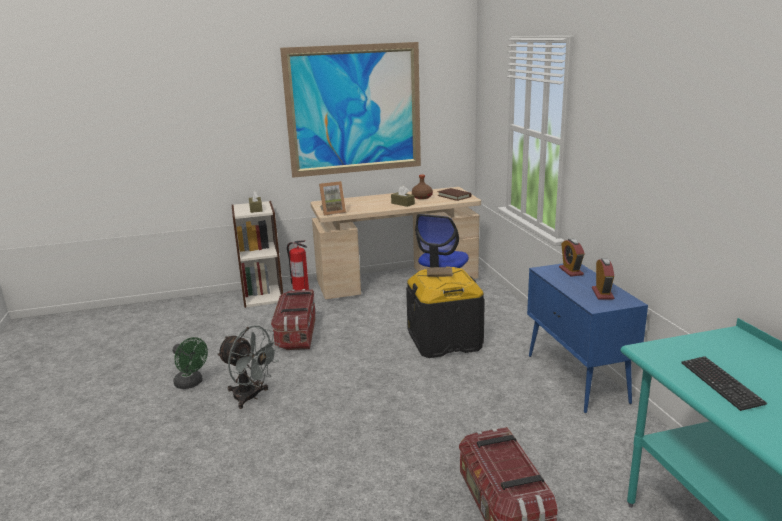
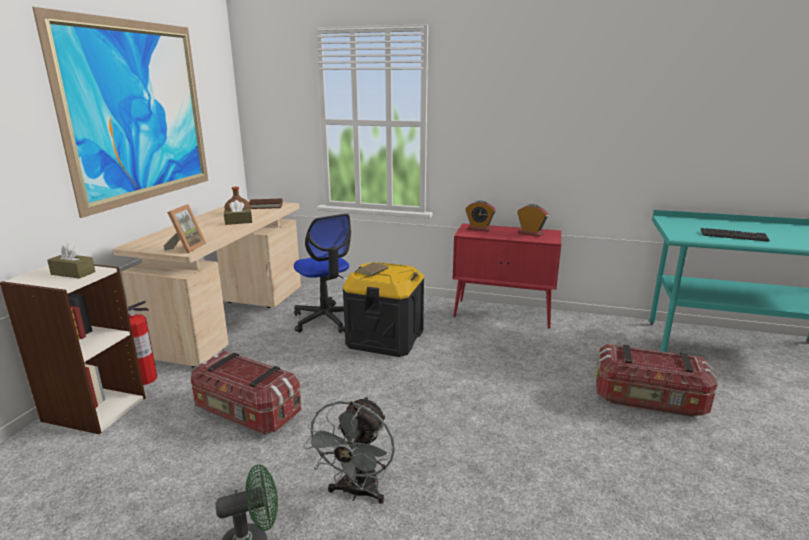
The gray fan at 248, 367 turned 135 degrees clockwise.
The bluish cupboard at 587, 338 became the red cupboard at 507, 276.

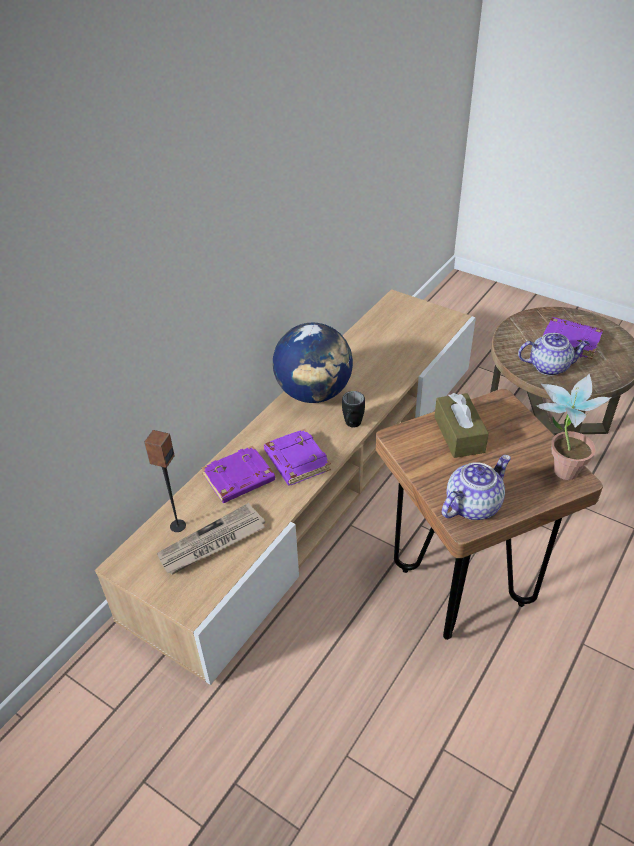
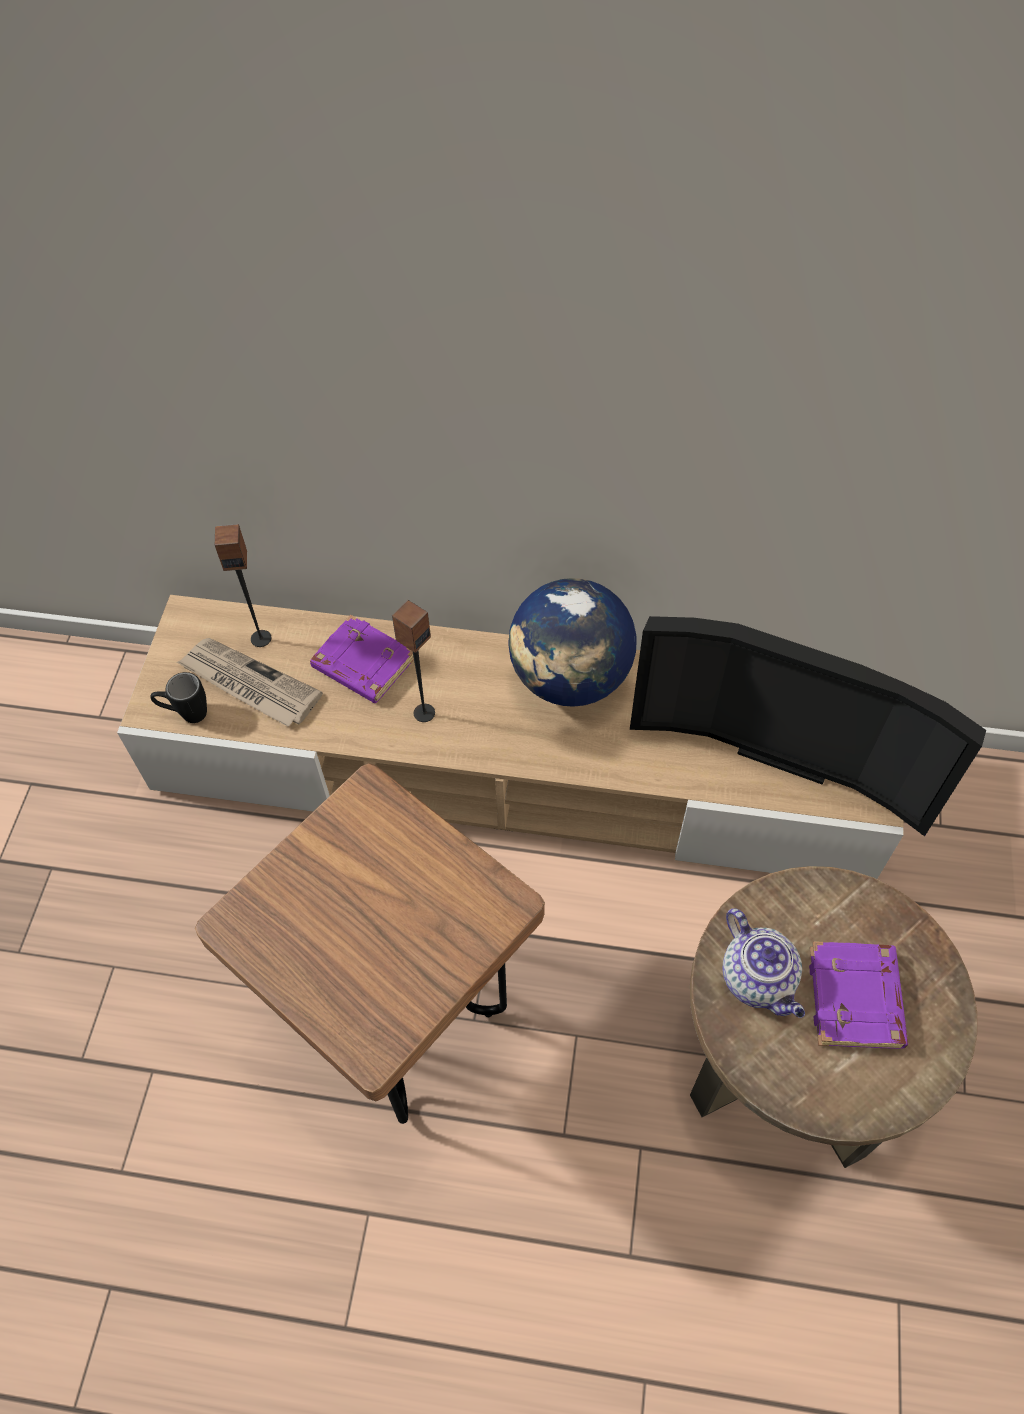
The black tea mug moved from 353, 409 to 178, 697.
The purple book at 297, 457 was replaced by the speaker at 413, 661.
The television at 808, 726 appeared.
The brown box of tissues at 461, 425 disappeared.
The pot for tea at 476, 487 disappeared.
The potted plant at 574, 427 disappeared.

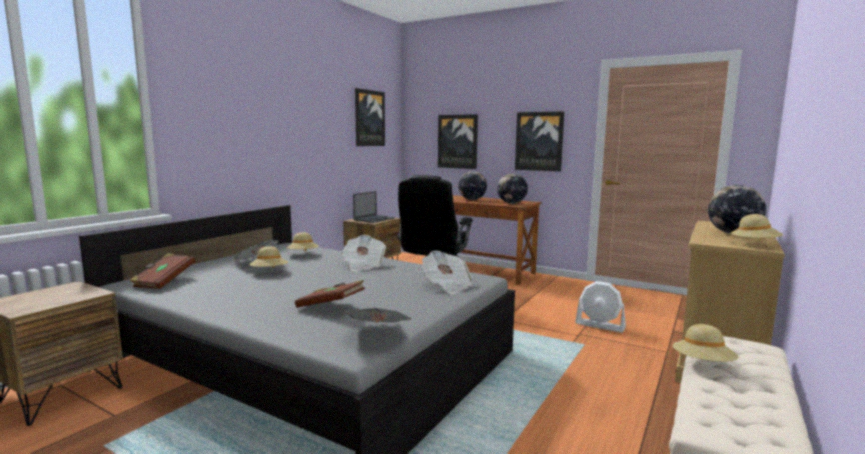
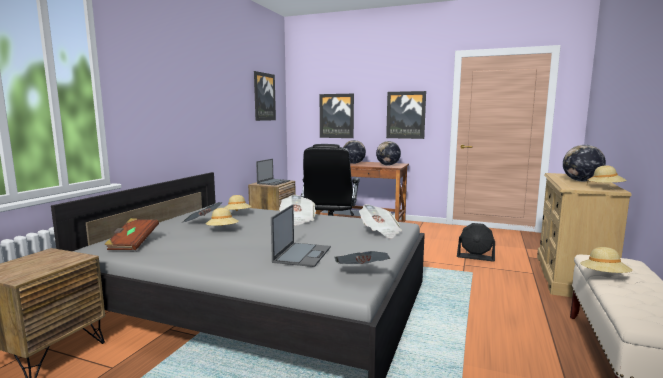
The brown book at 330, 293 was replaced by the laptop at 301, 235.
The whitish fan at 600, 307 became the black fan at 476, 242.

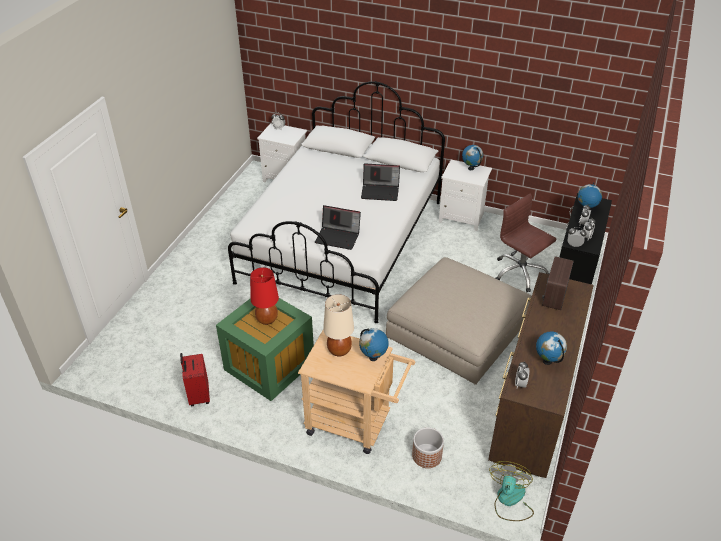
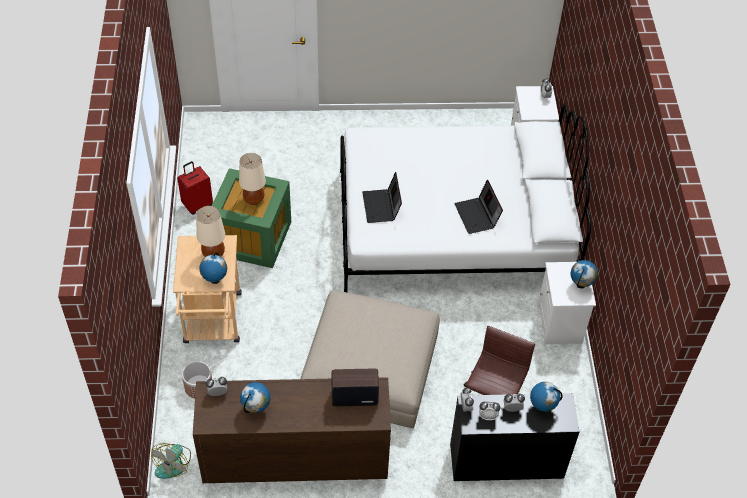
The fan at 511, 491 turned 120 degrees clockwise.
The red lamp for a table at 264, 296 became the beige lamp for a table at 252, 179.

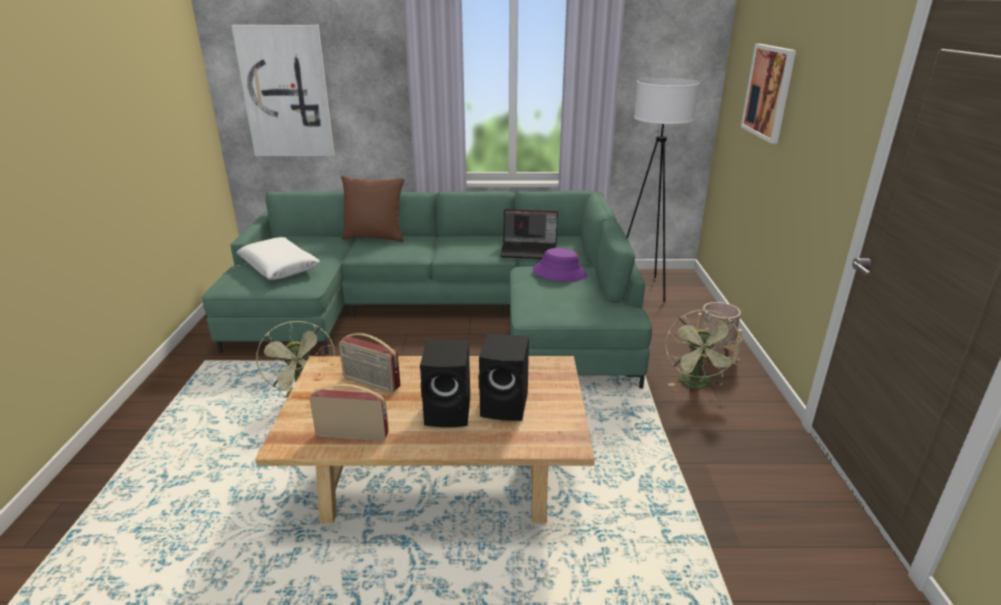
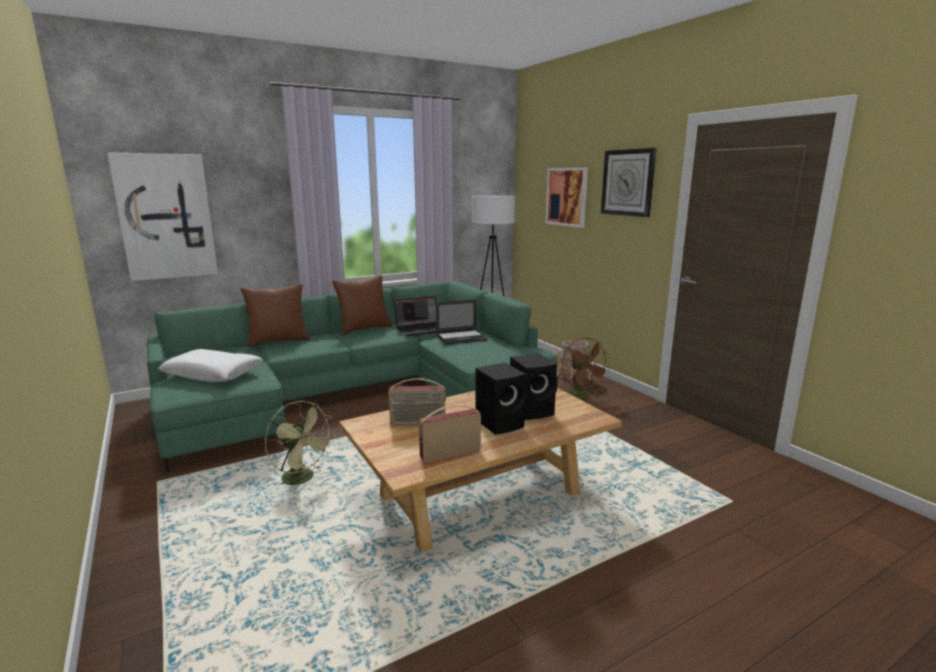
The brown cushion at 362, 305 appeared.
The purple hat at 559, 264 was replaced by the laptop at 461, 322.
The greenish fan at 704, 349 became the brown fan at 586, 367.
The hanging clock at 629, 182 appeared.

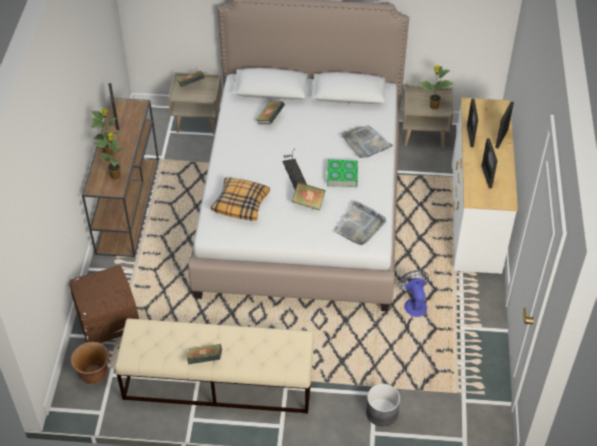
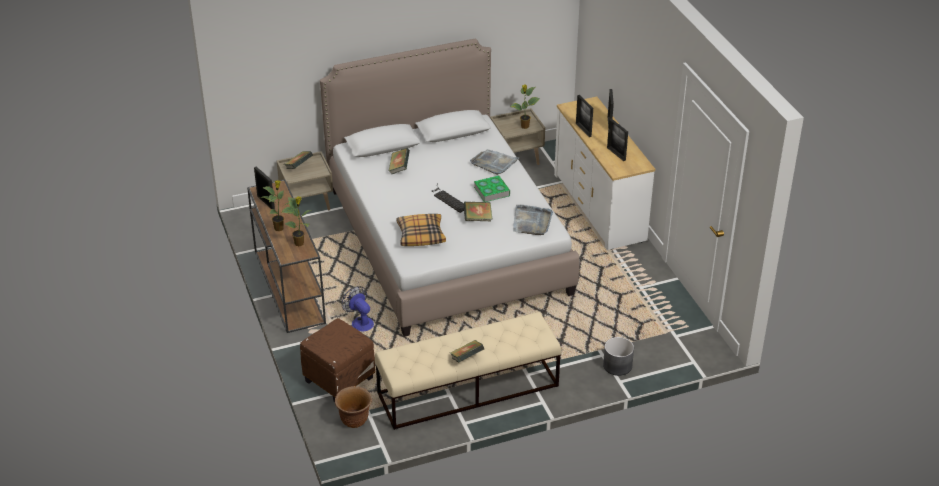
The fan moved from 413, 293 to 358, 308.

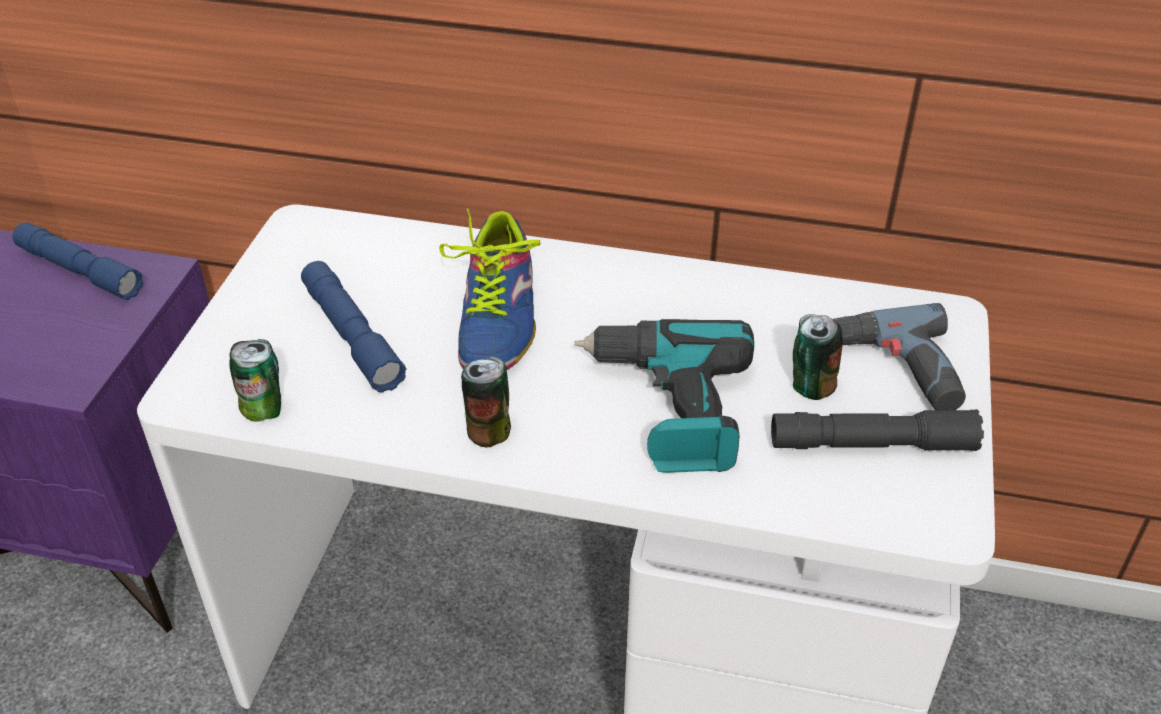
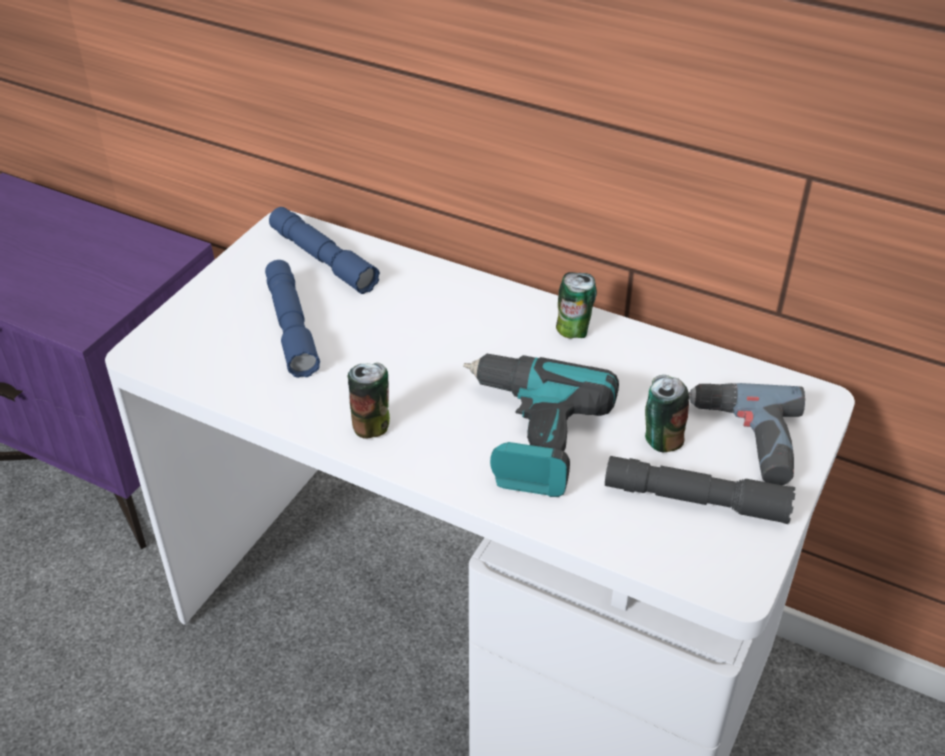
The bluish flashlight moved from 78, 261 to 324, 250.
The sealed can moved from 255, 380 to 576, 305.
The item of footwear at 490, 289 disappeared.

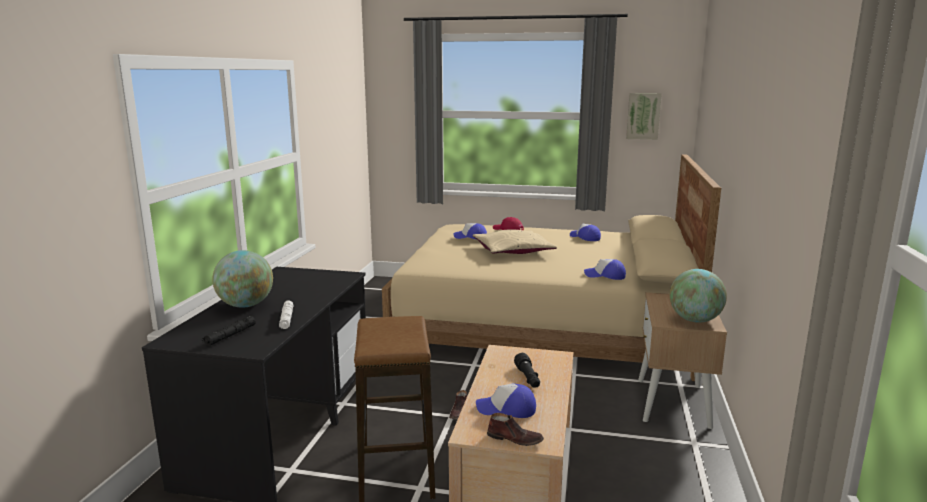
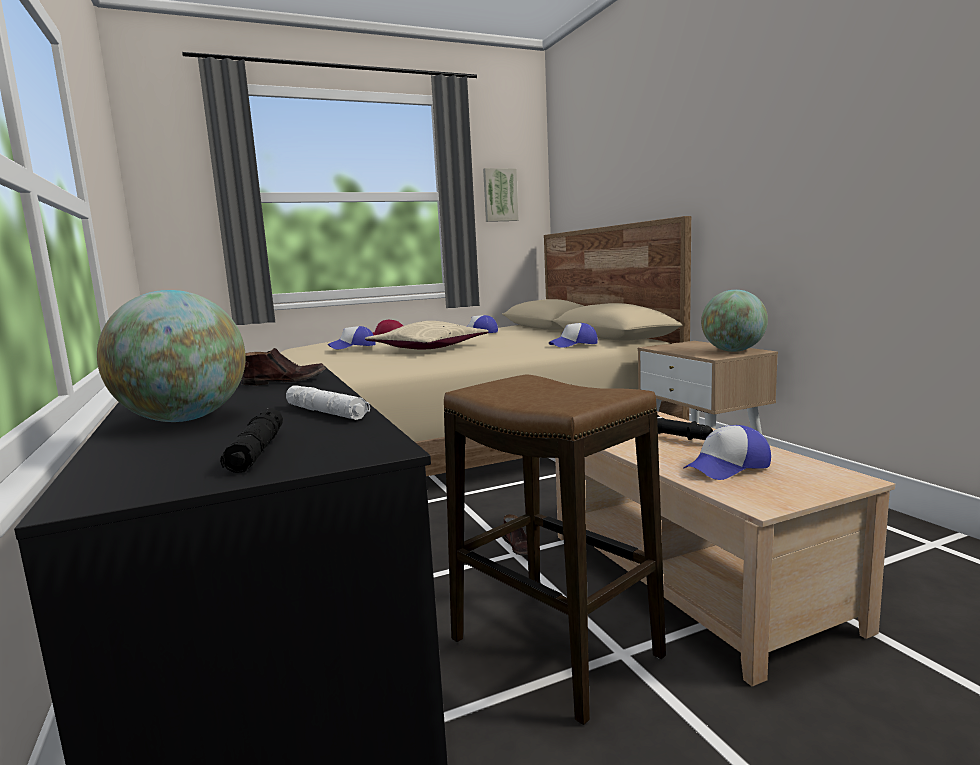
The brown item of footwear moved from 515, 429 to 283, 367.

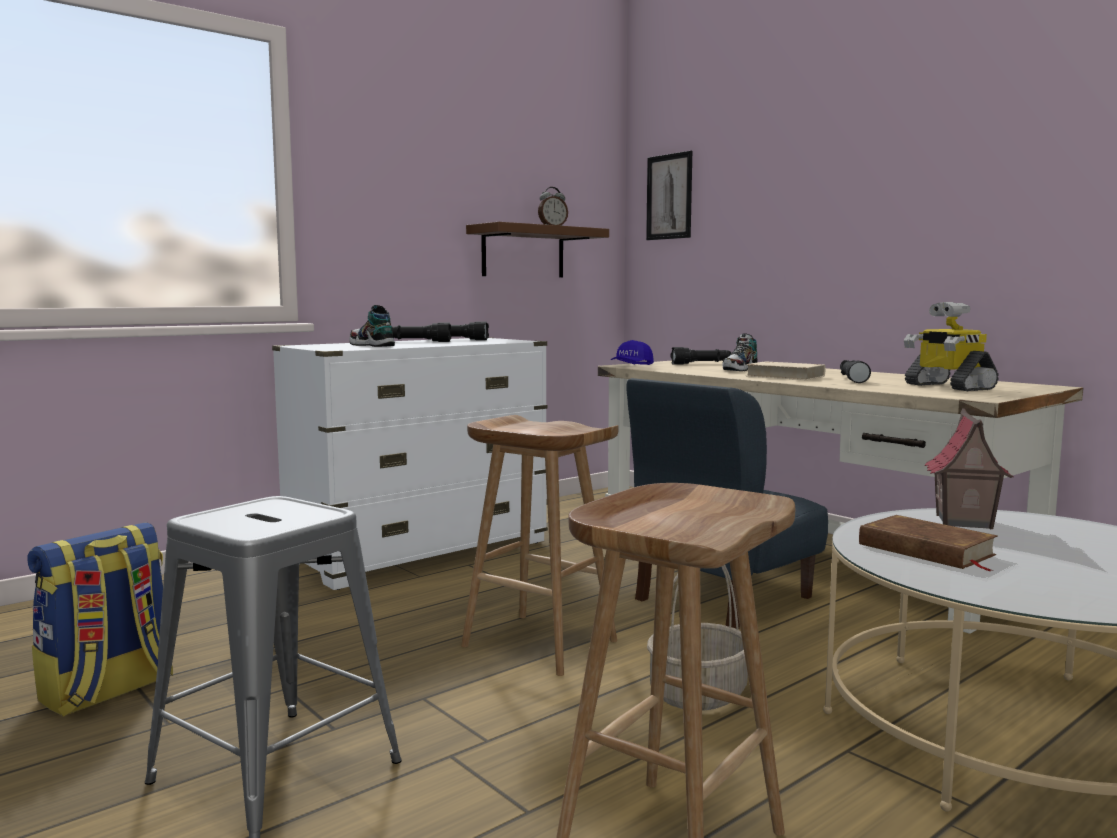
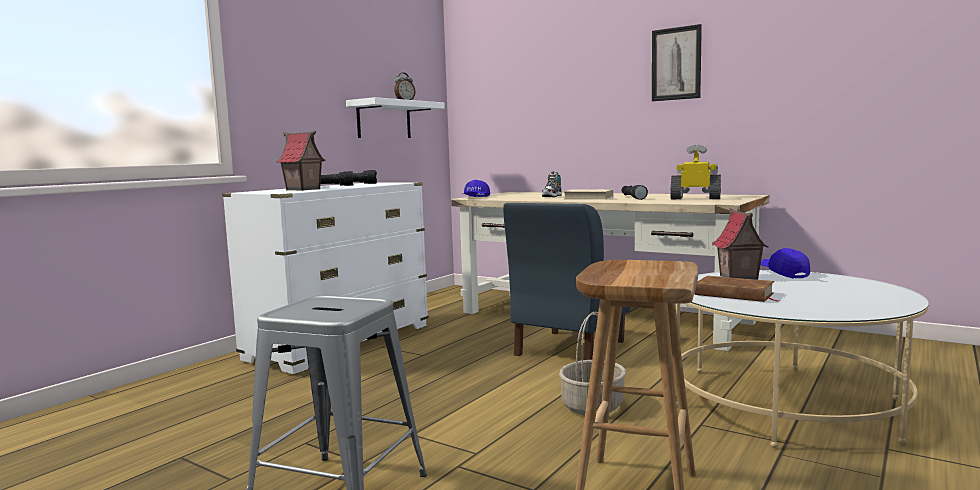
The item of footwear at 372, 326 was replaced by the toy house at 301, 160.
The brown shelf at 537, 249 became the whitish shelf at 395, 117.
The wall picture moved from 669, 195 to 677, 62.
The robot figure at 951, 346 turned 150 degrees clockwise.
The bluish peaked cap at 785, 263 appeared.
The backpack at 100, 619 disappeared.
The brown stool at 540, 545 disappeared.
The black flashlight at 701, 356 disappeared.

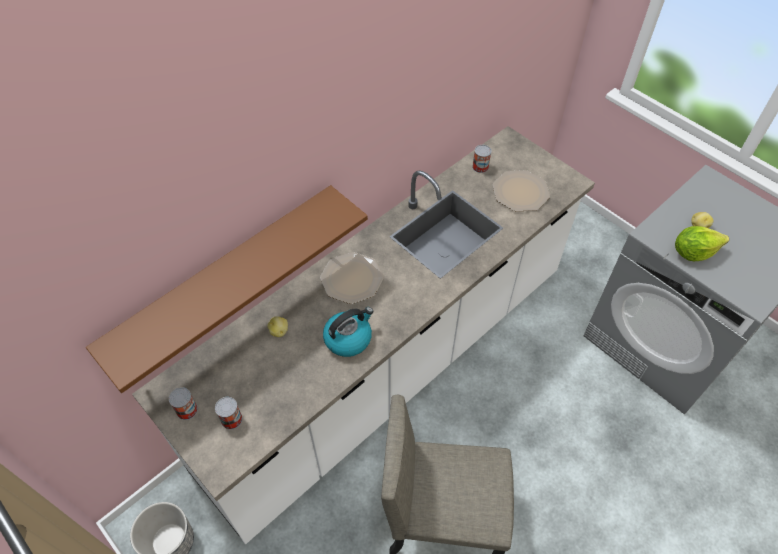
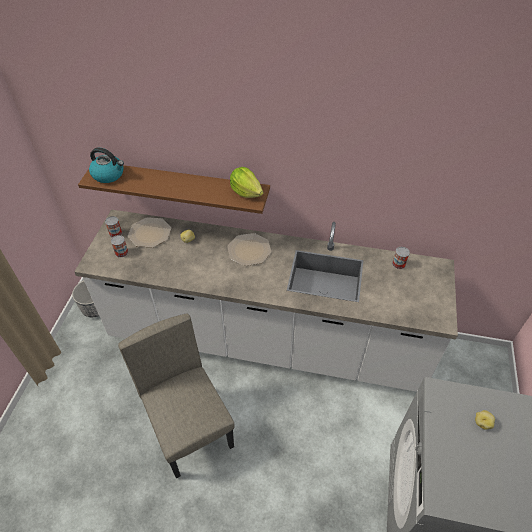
The kettle moved from 348, 332 to 106, 165.
The plate moved from 521, 191 to 149, 232.
The lettuce head moved from 702, 243 to 246, 182.

